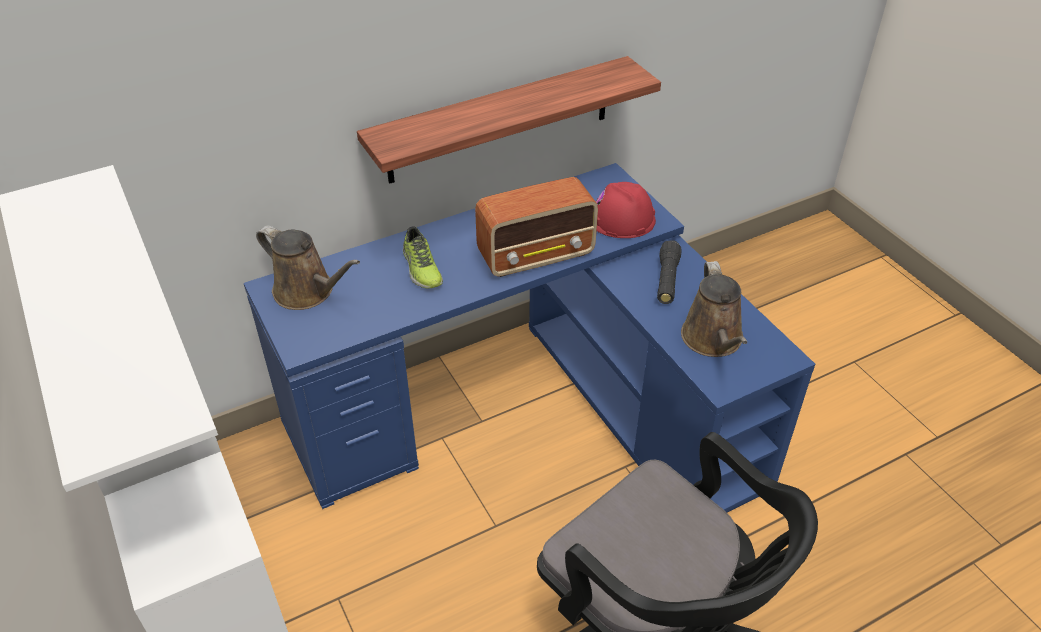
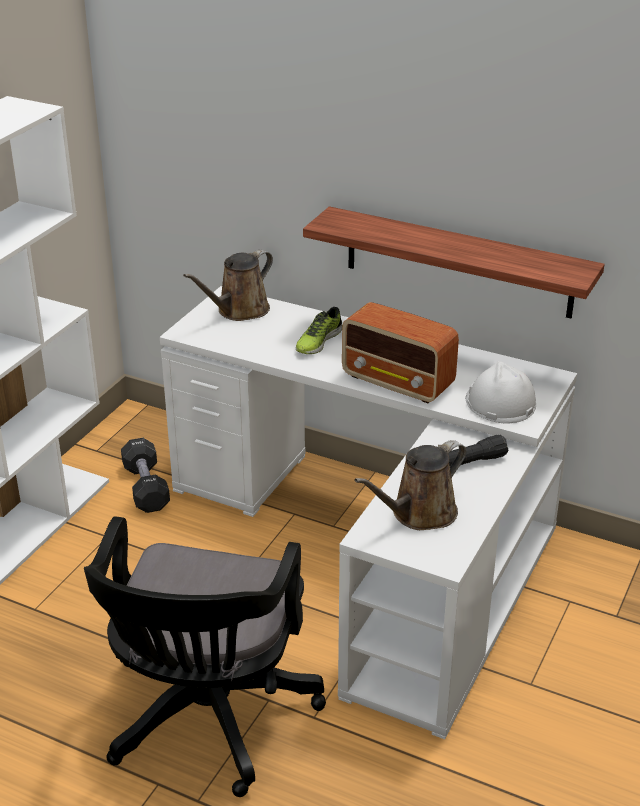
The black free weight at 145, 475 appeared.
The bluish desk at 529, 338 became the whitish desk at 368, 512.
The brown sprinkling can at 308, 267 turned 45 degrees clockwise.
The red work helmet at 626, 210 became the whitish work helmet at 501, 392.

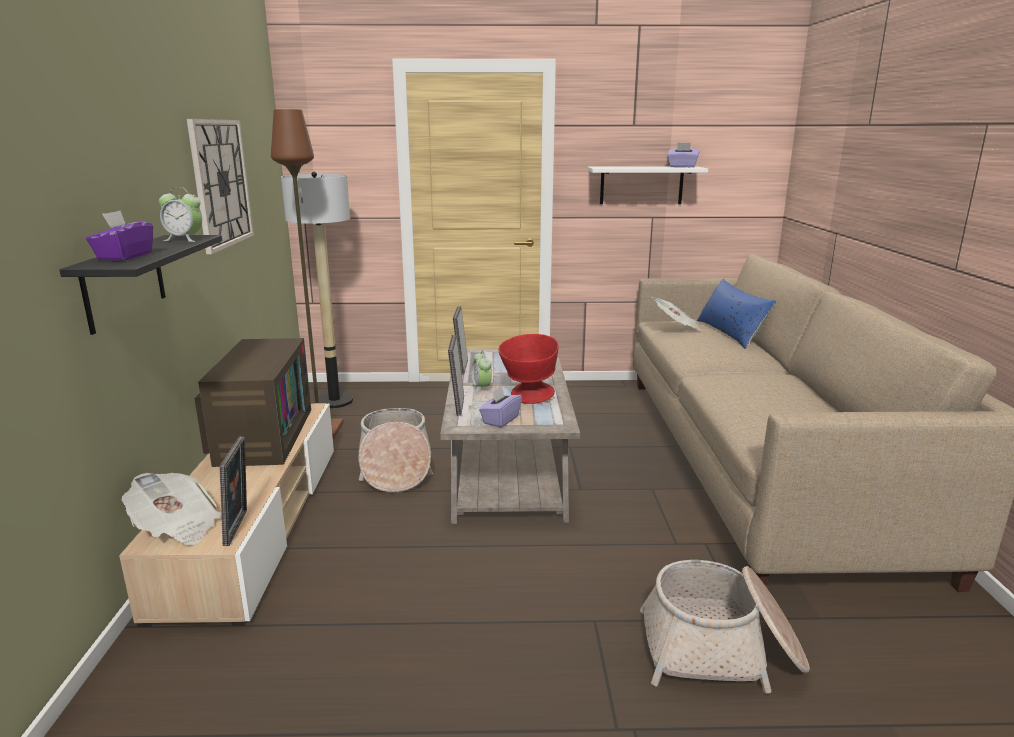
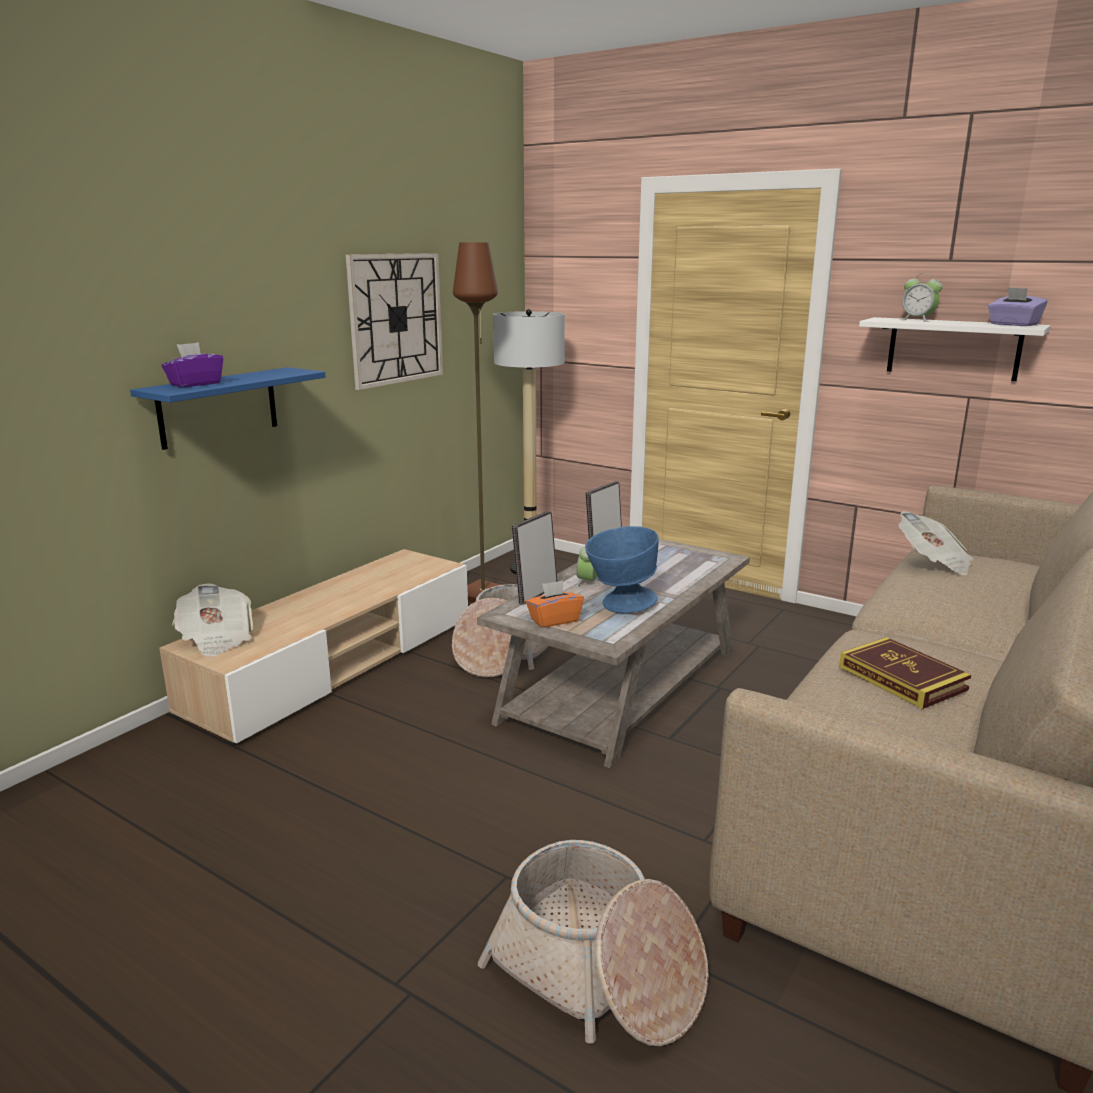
The black shelf at 141, 285 became the bluish shelf at 228, 408.
The purple box of tissues at 500, 407 became the orange box of tissues at 555, 604.
The red bowl at 528, 369 became the bluish bowl at 622, 569.
The book at 905, 673 appeared.
The alarm clock moved from 180, 214 to 921, 297.
The television at 252, 402 disappeared.
The standing frame at 233, 491 disappeared.
The bluish cushion at 736, 314 disappeared.

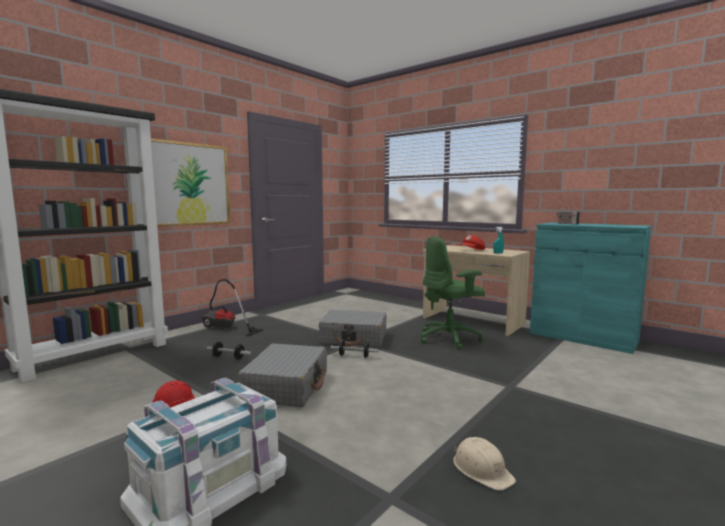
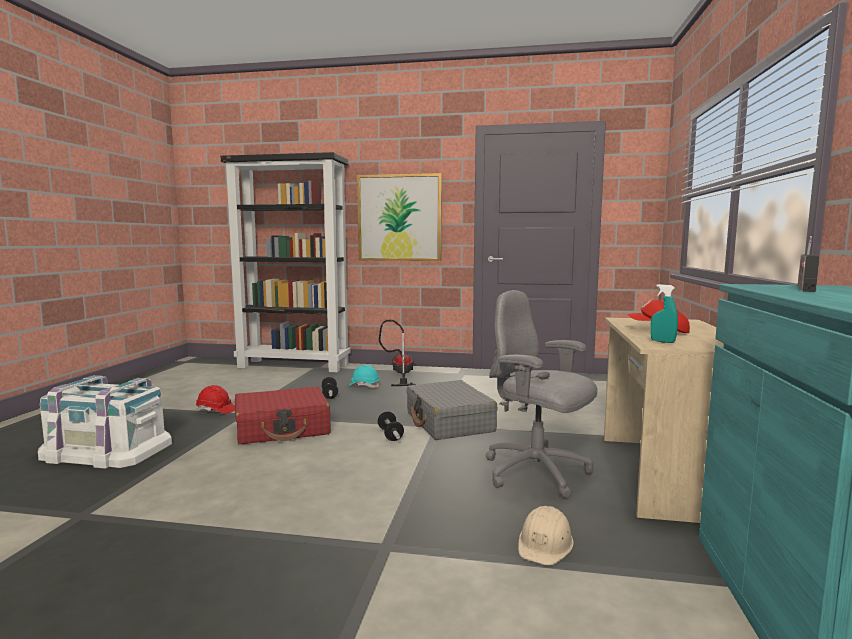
The gray suitcase at 282, 375 became the red suitcase at 283, 415.
The blue-green work helmet at 364, 376 appeared.
The greenish office chair at 453, 293 became the gray office chair at 541, 394.
The beige work helmet moved from 484, 463 to 546, 536.

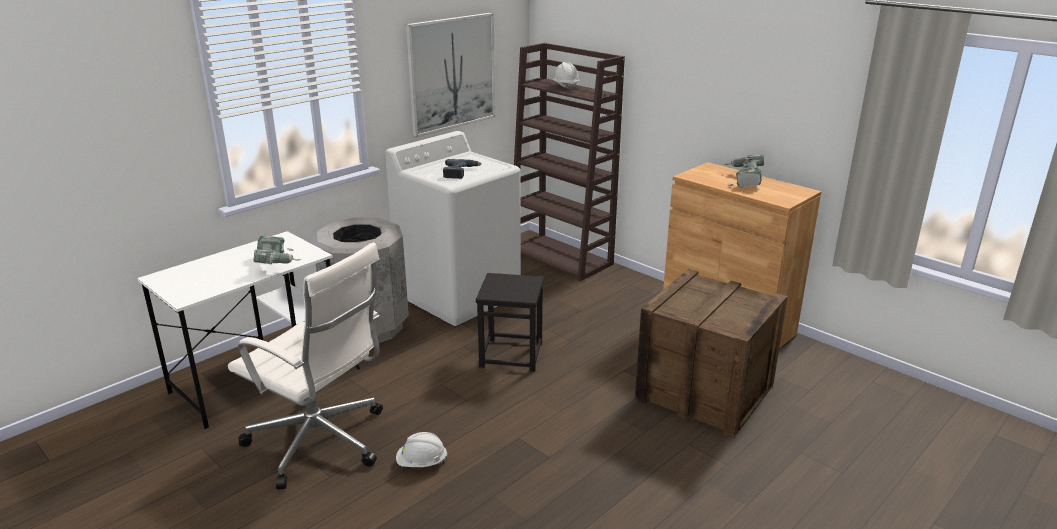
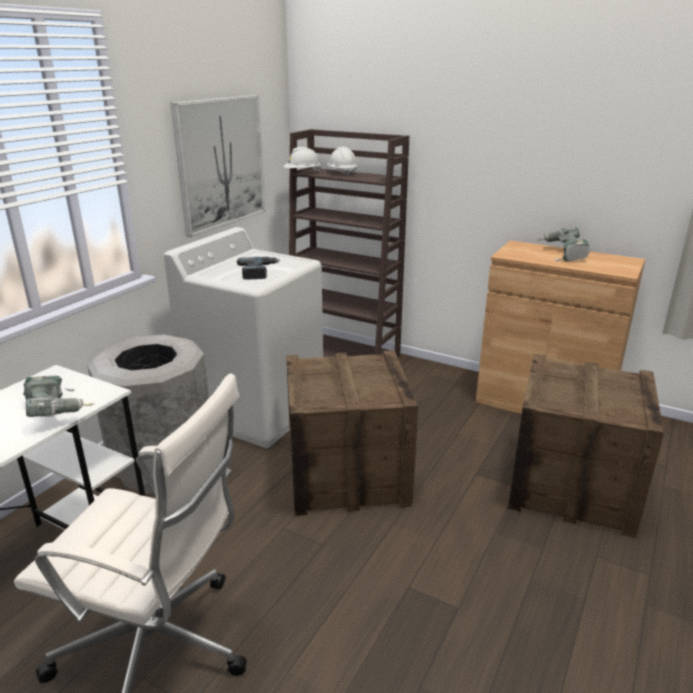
The whitish work helmet moved from 422, 449 to 302, 159.
The black stool at 510, 322 was replaced by the crate at 352, 433.

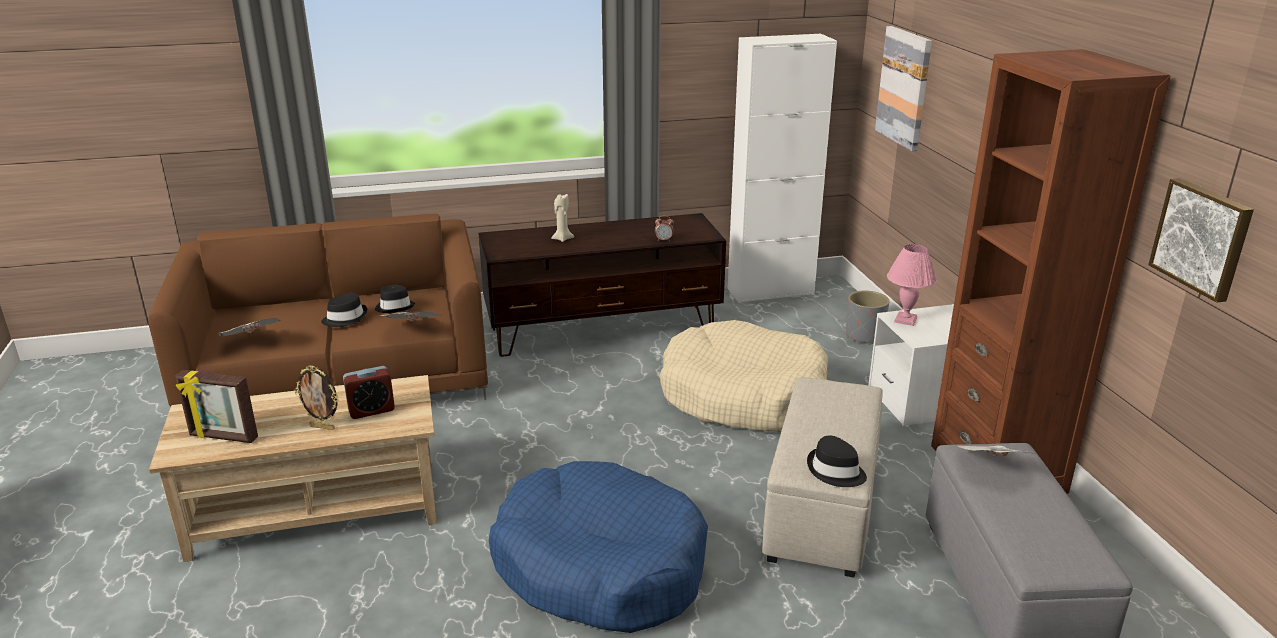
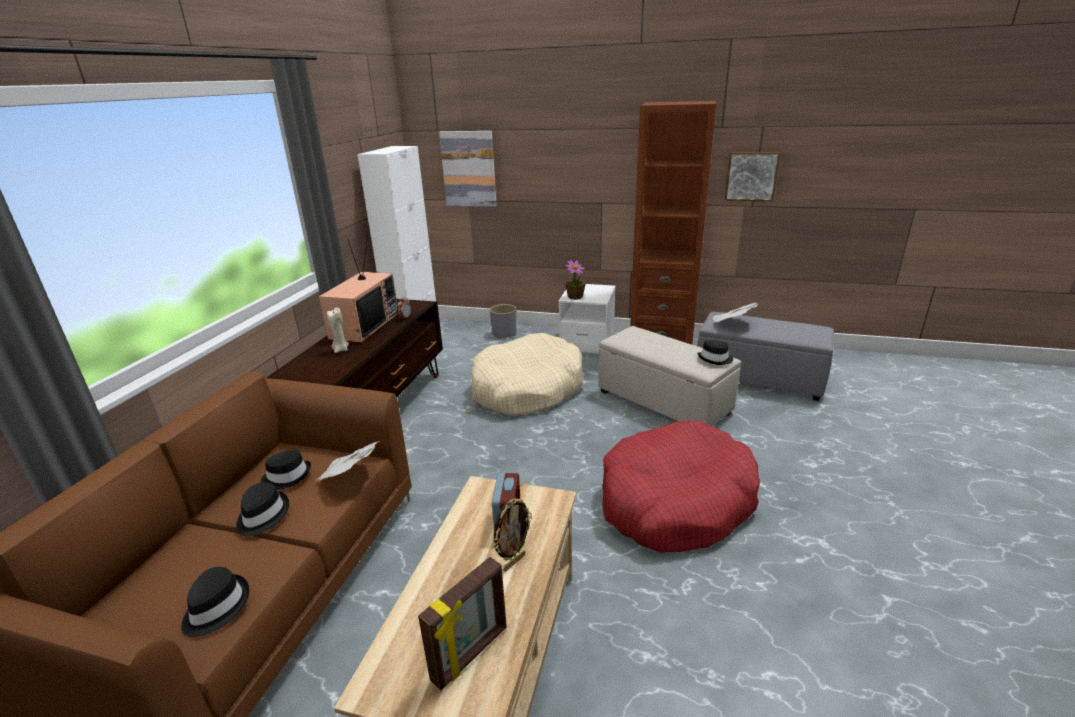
The daily paper at 249, 327 was replaced by the black hat at 215, 602.
The television at 358, 288 appeared.
The pink-coloured lamp for a table at 912, 285 was replaced by the potted plant at 575, 280.
The bluish dog cushion at 598, 547 became the red dog cushion at 681, 486.

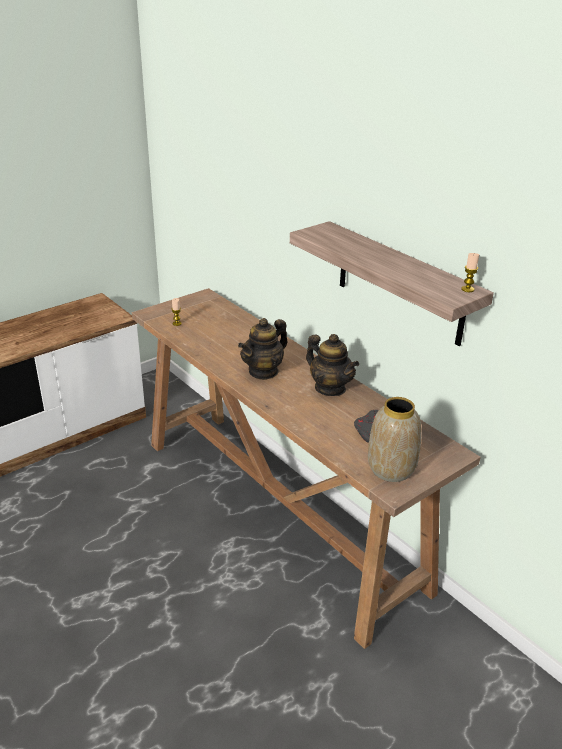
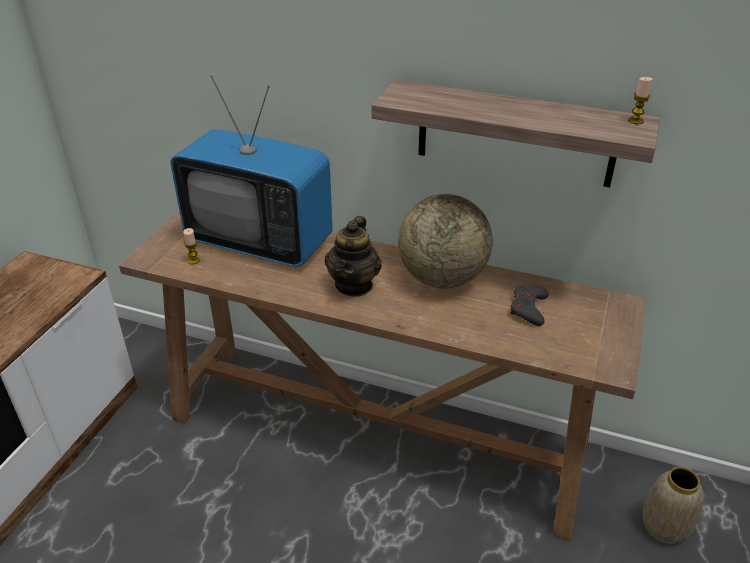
The television at 251, 171 appeared.
The pot for tea at 332, 365 was replaced by the world globe at 445, 241.
The vase moved from 395, 439 to 673, 505.

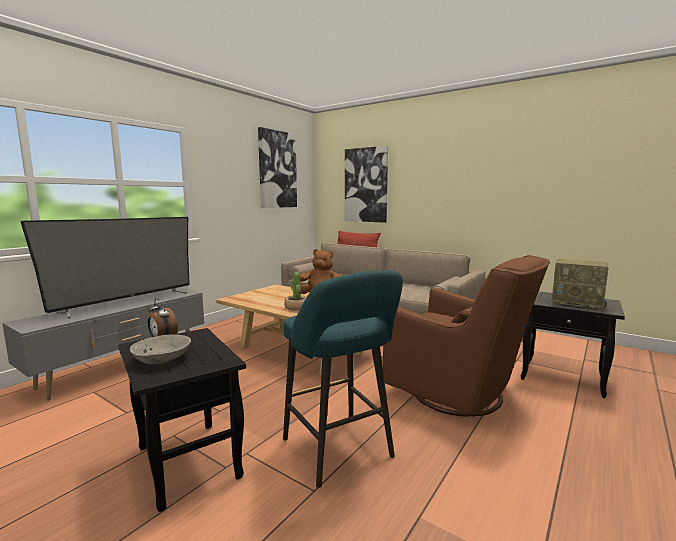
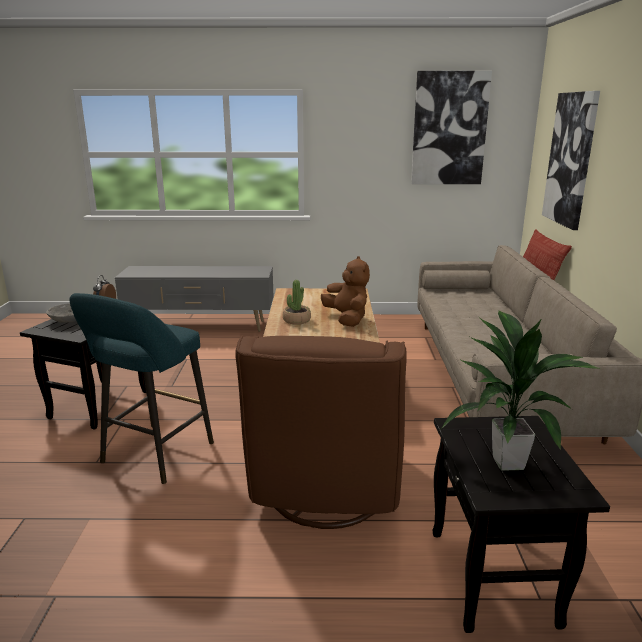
The radio at 580, 284 was replaced by the potted plant at 521, 390.
The television at 105, 268 disappeared.

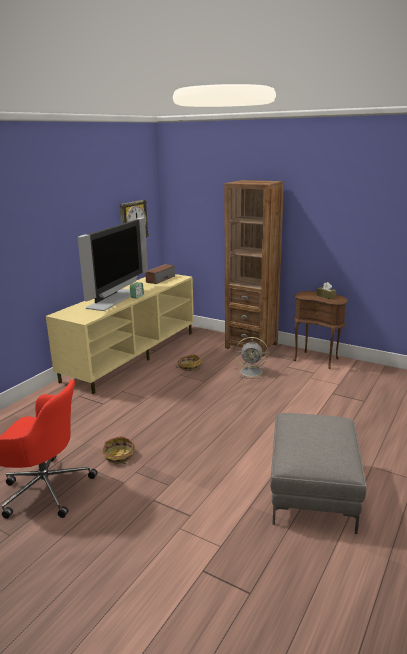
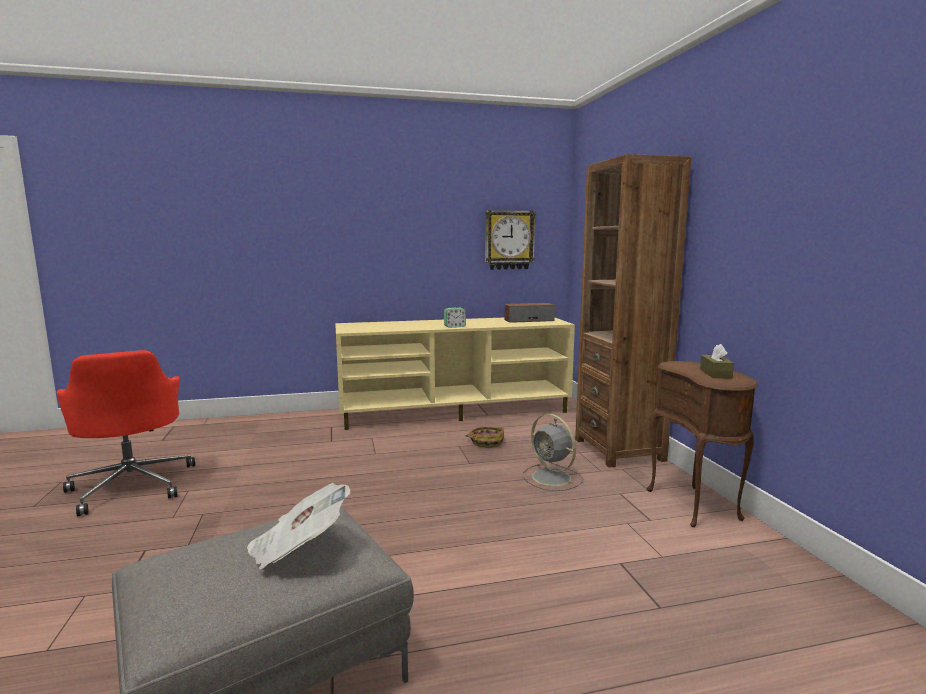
The daily paper at 299, 526 appeared.
The television at 112, 264 disappeared.
The basket at 118, 450 disappeared.

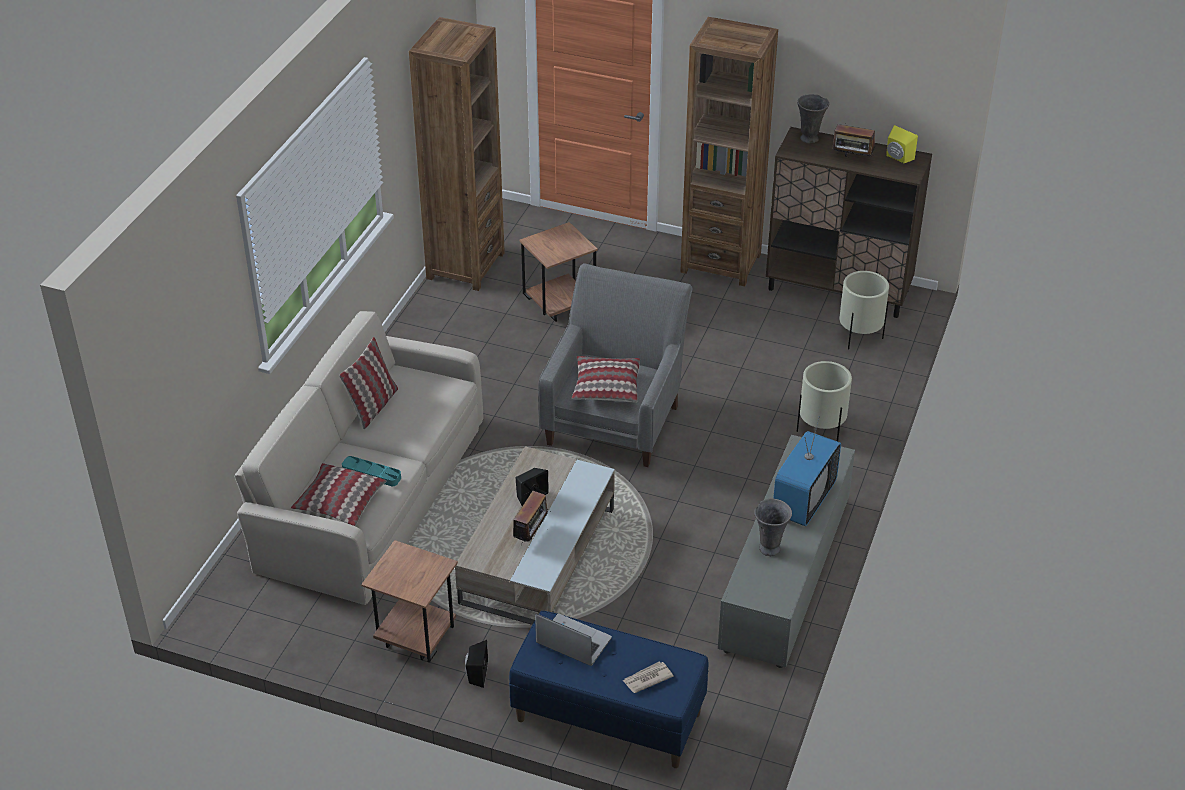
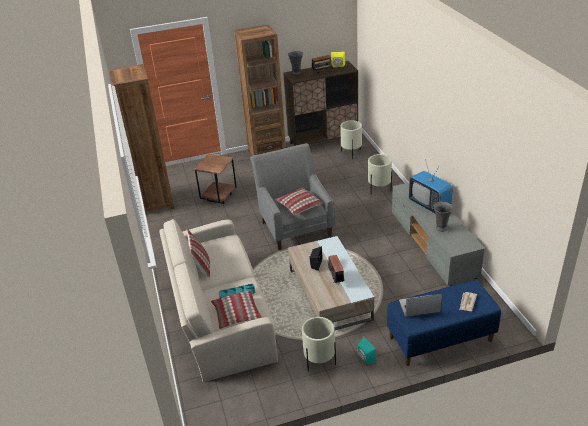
The brown end table at 409, 601 was replaced by the beige plant pot at 319, 344.
The black speaker at 476, 664 became the blue-green speaker at 366, 350.
The television at 807, 472 turned 150 degrees clockwise.

